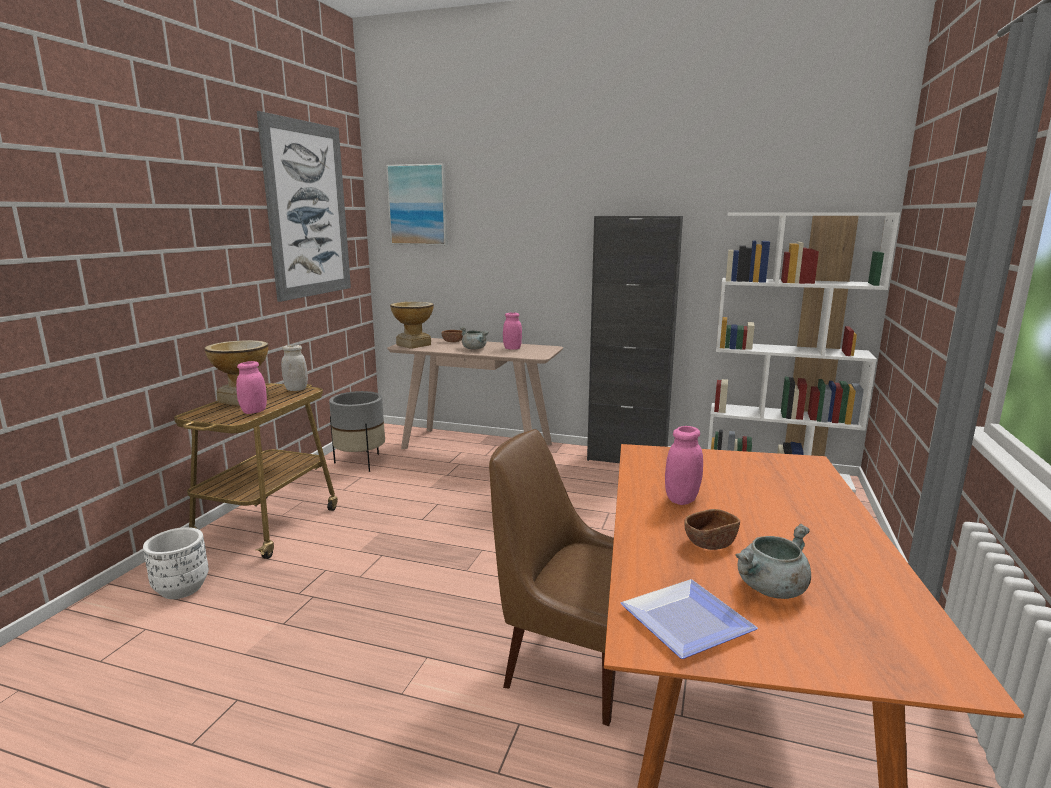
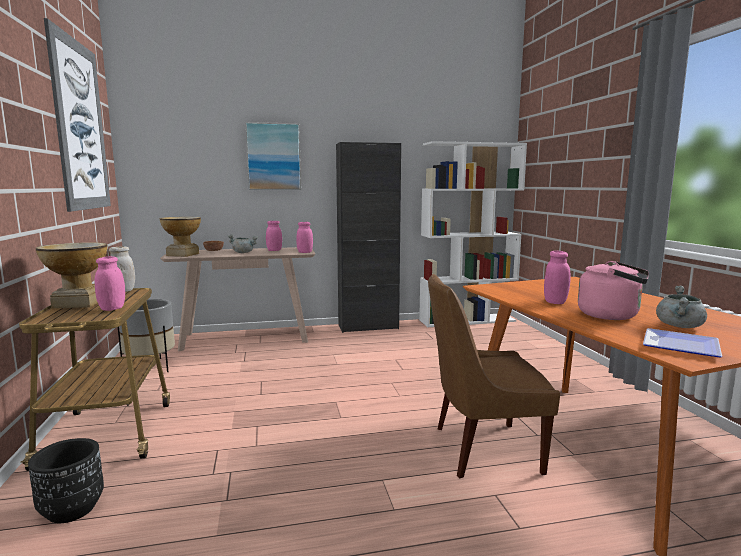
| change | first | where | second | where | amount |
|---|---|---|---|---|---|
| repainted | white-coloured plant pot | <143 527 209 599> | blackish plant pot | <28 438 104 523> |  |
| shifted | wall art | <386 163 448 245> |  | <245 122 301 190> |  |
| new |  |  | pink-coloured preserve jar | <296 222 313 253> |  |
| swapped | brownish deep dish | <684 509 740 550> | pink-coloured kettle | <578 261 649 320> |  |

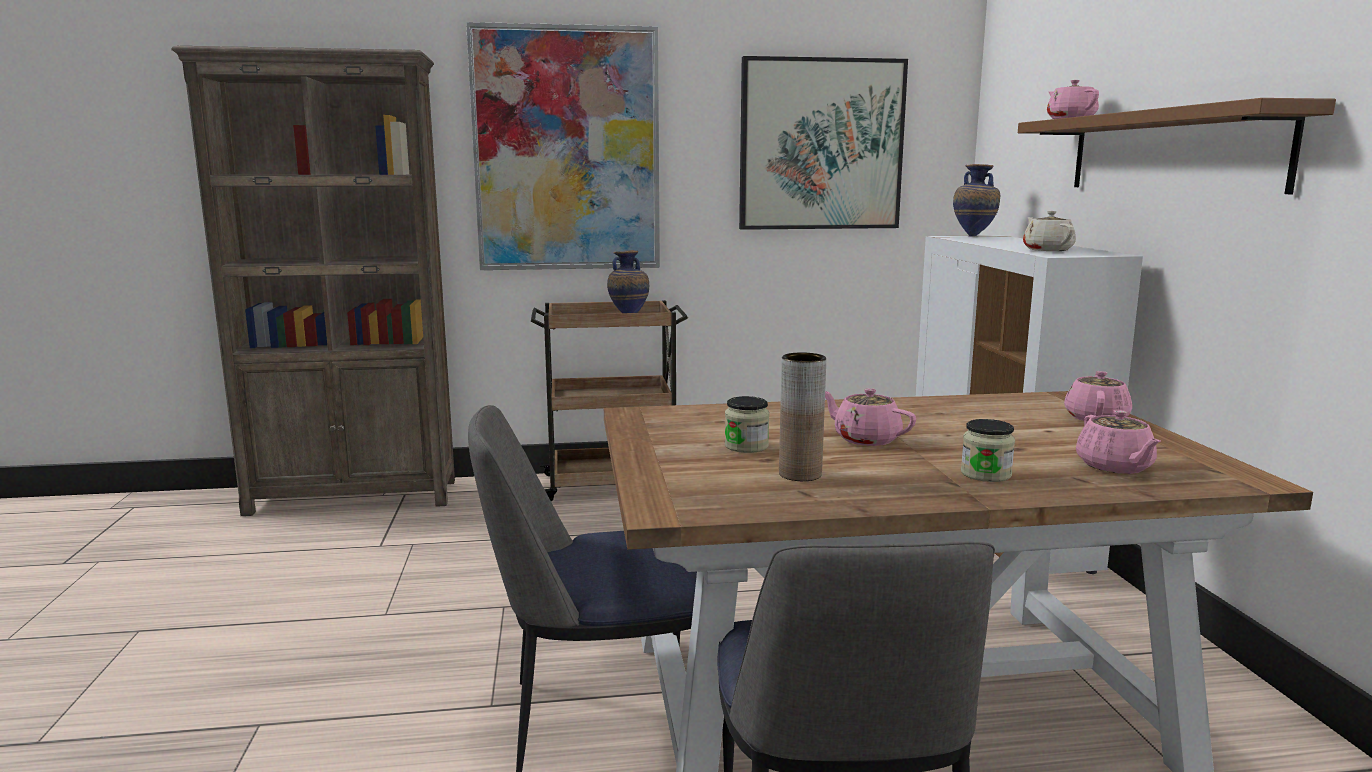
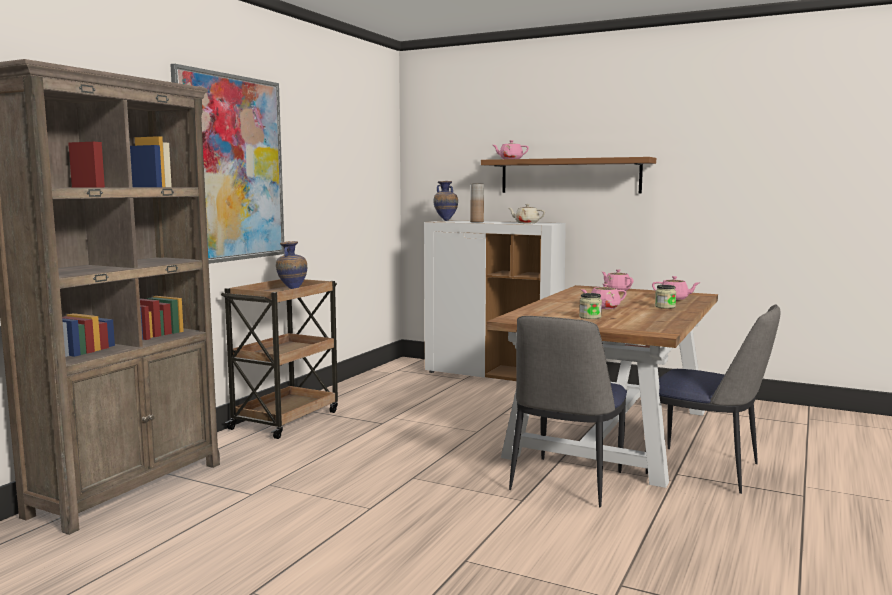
| change | first | where | second | where | amount |
|---|---|---|---|---|---|
| shifted | brownish flower vase | <779 352 826 481> |  | <470 184 484 222> |  |
| gone | wall art | <739 56 908 230> |  |  |  |

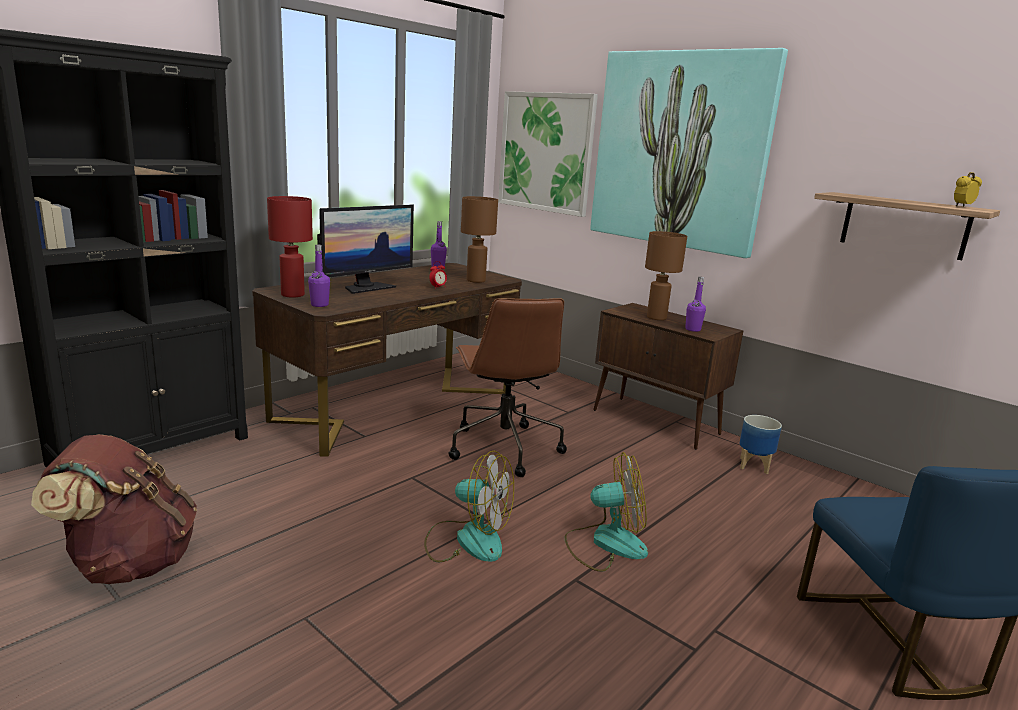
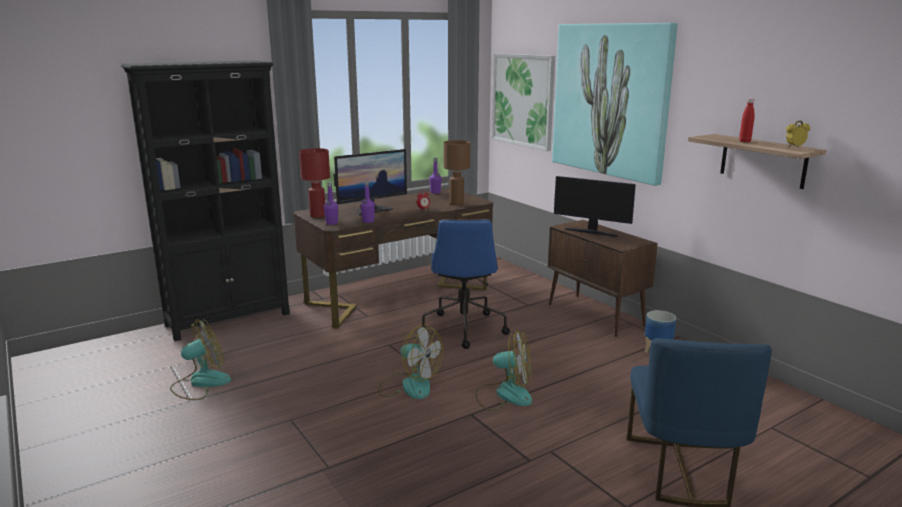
| change | first | where | second | where | amount |
|---|---|---|---|---|---|
| swapped | brownish knapsack | <31 434 197 584> | electric fan | <170 319 231 400> |  |
| shifted | purple drink bottle | <685 277 706 332> |  | <361 181 375 223> |  |
| repainted | brownish desk chair | <449 298 567 477> | bluish desk chair | <421 219 510 349> |  |
| swapped | brownish table lamp | <645 231 687 320> | computer screen | <554 176 636 237> |  |
| new |  |  | red-coloured drink bottle | <739 98 754 142> |  |

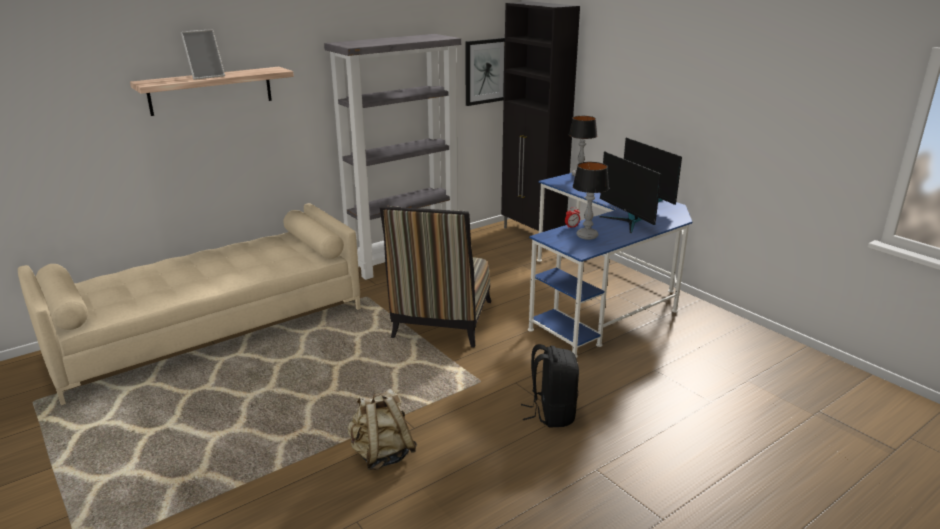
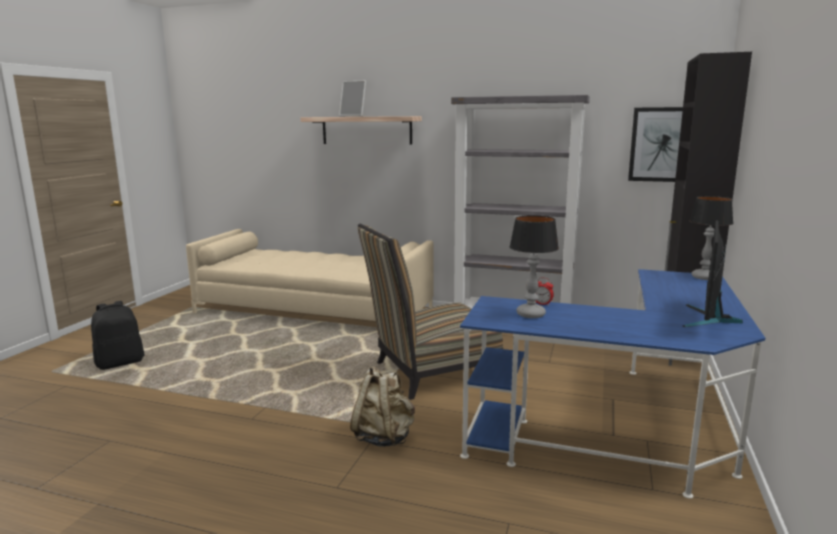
| change | first | where | second | where | amount |
|---|---|---|---|---|---|
| shifted | blackish knapsack | <521 344 579 428> |  | <91 301 145 370> |  |
| shifted | beige knapsack | <348 389 417 470> |  | <350 366 415 447> |  |
| gone | computer screen | <599 152 661 233> |  |  |  |

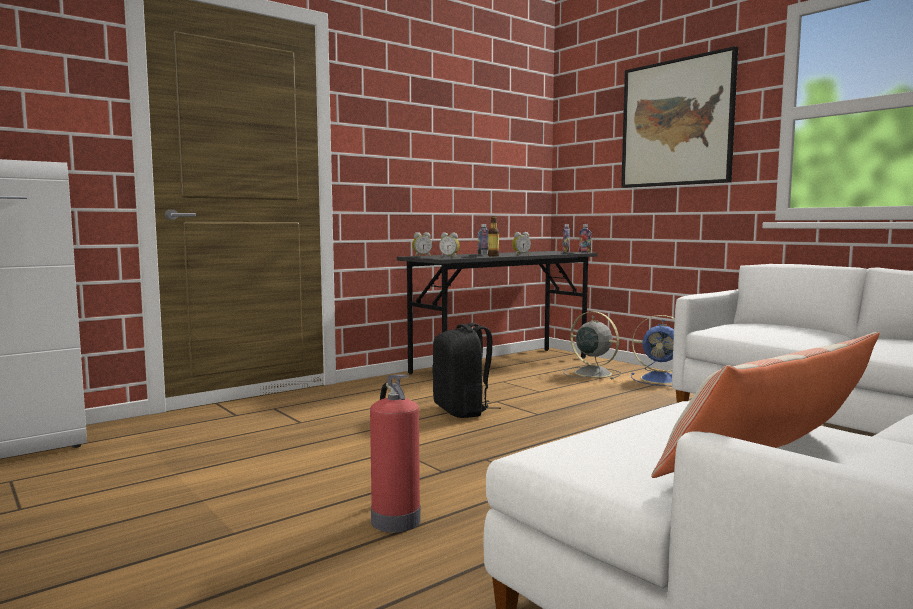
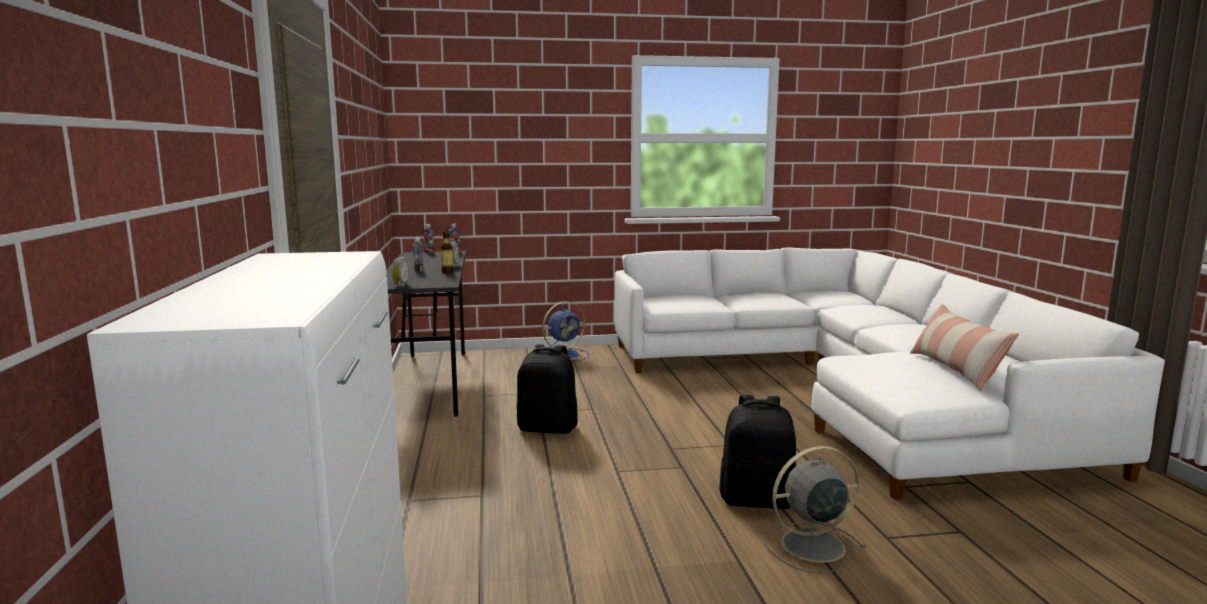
| change | first | where | second | where | amount |
|---|---|---|---|---|---|
| swapped | fire-fighting cylinder | <370 374 421 533> | blackish knapsack | <719 395 796 509> |  |
| shifted | gray electric fan | <564 311 621 380> |  | <765 446 865 573> |  |
| gone | bedside clock | <439 233 460 258> |  |  |  |
| gone | wall art | <621 46 738 188> |  |  |  |

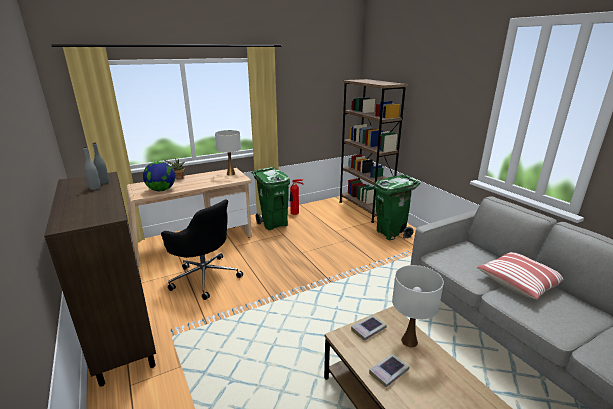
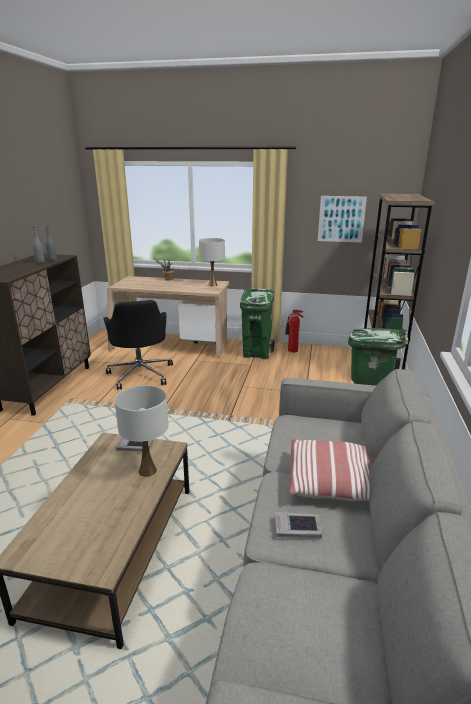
| change | first | where | second | where | amount |
|---|---|---|---|---|---|
| shifted | book | <369 354 409 387> |  | <275 512 322 539> |  |
| new |  |  | wall art | <318 196 367 243> |  |
| gone | globe | <143 161 175 191> |  |  |  |

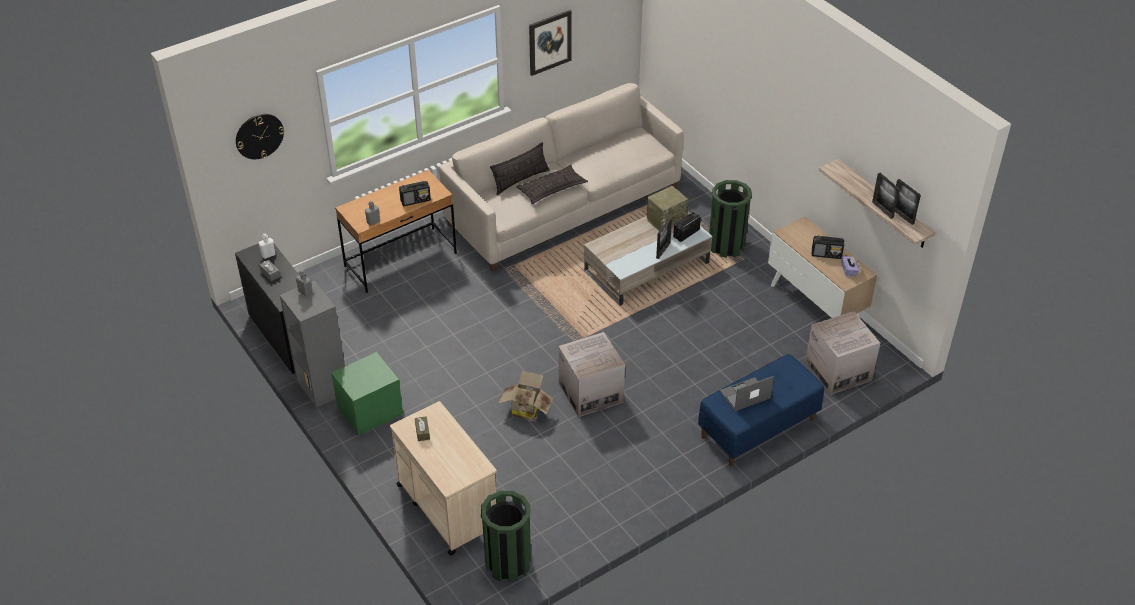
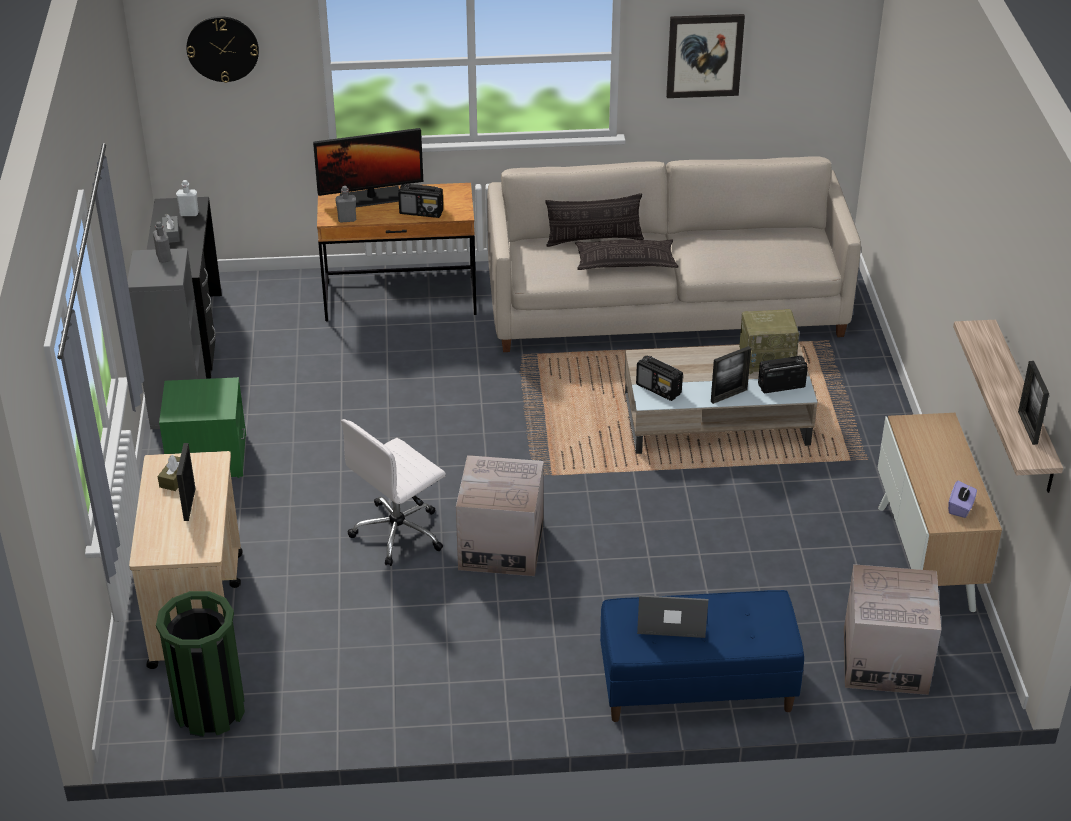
| change | first | where | second | where | amount |
|---|---|---|---|---|---|
| shifted | standing frame | <872 173 900 219> |  | <176 443 196 521> |  |
| new |  |  | computer screen | <313 128 423 207> |  |
| swapped | packing box | <498 371 553 421> | white-coloured desk chair | <341 419 446 566> |  |
| shifted | radio receiver | <812 235 844 259> |  | <636 356 683 401> |  |
| gone | green-coloured waste bin | <709 180 752 258> |  |  |  |

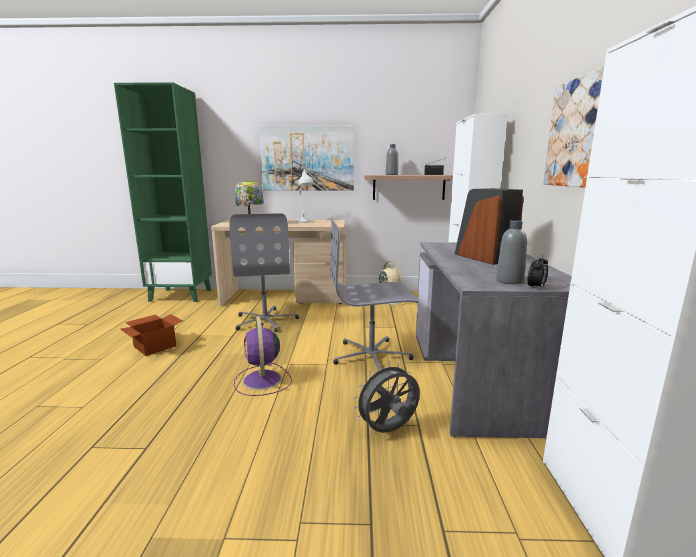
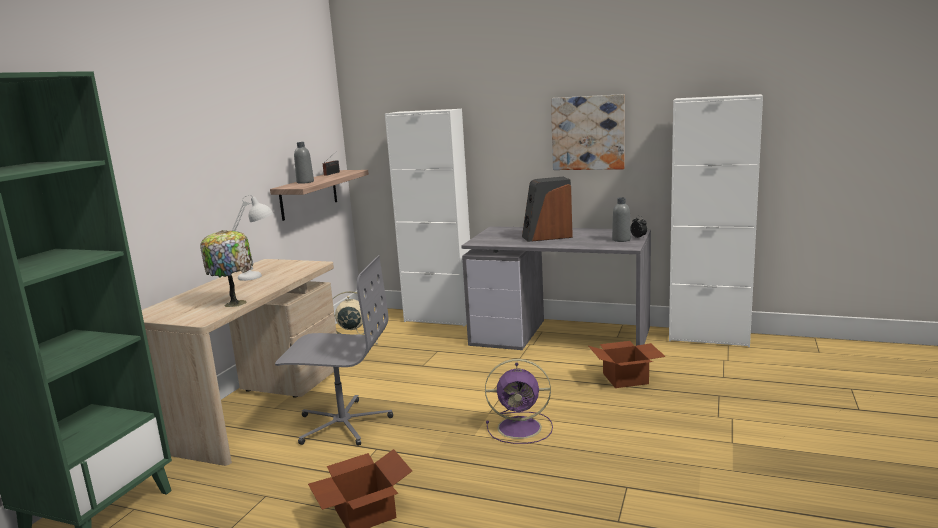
| change | first | where | second | where | amount |
|---|---|---|---|---|---|
| swapped | gray electric fan | <353 362 420 433> | packing box | <589 341 666 388> |  |
| gone | wall art | <259 125 354 191> |  |  |  |
| gone | gray desk chair | <330 218 419 371> |  |  |  |

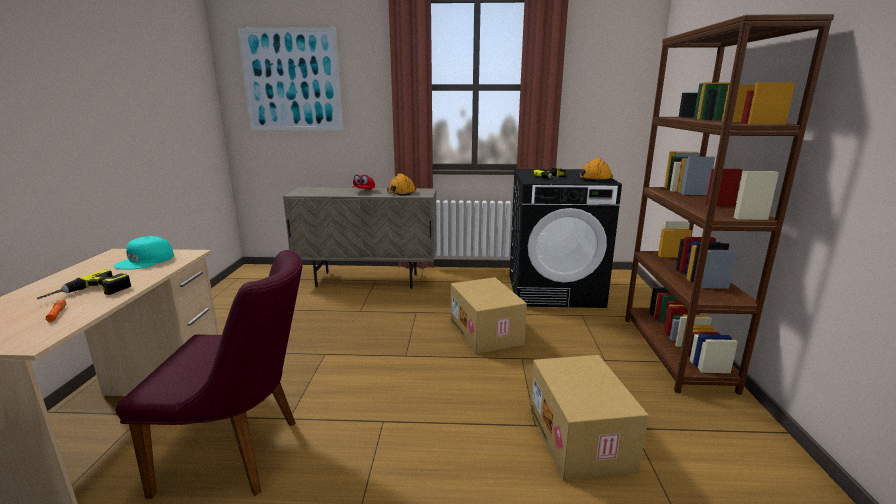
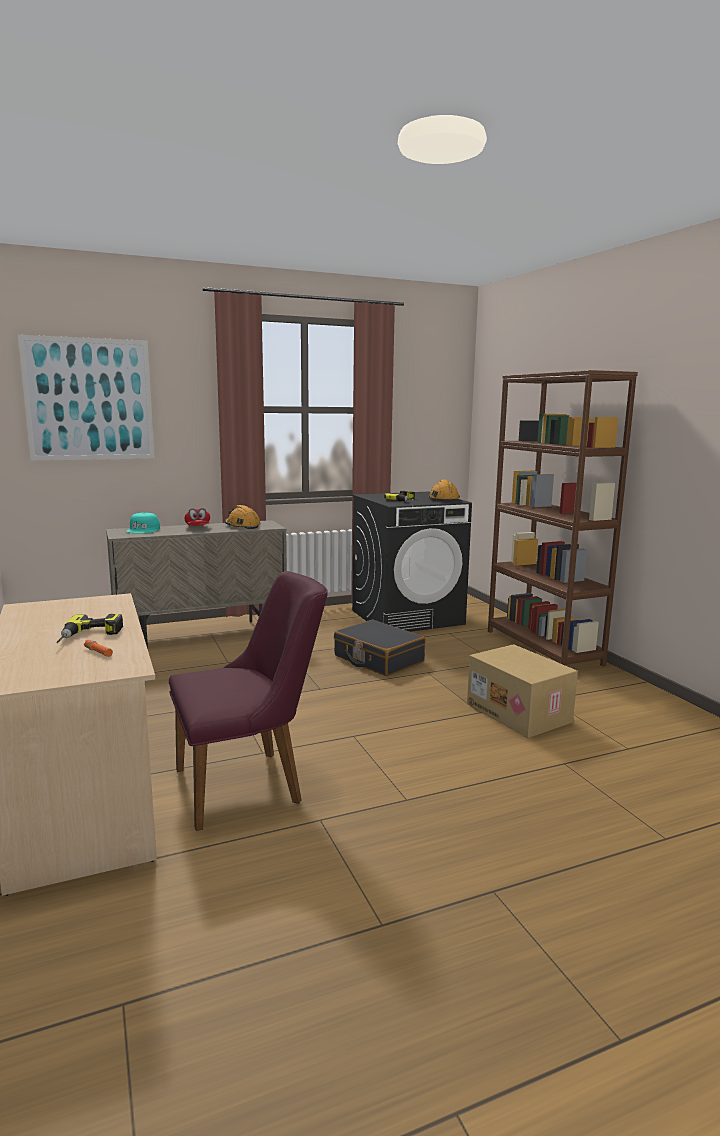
| change | first | where | second | where | amount |
|---|---|---|---|---|---|
| shifted | blue-green peaked cap | <114 236 174 270> |  | <126 512 160 533> |  |
| swapped | packing box | <451 277 527 354> | blackish travel case | <334 620 426 676> |  |

